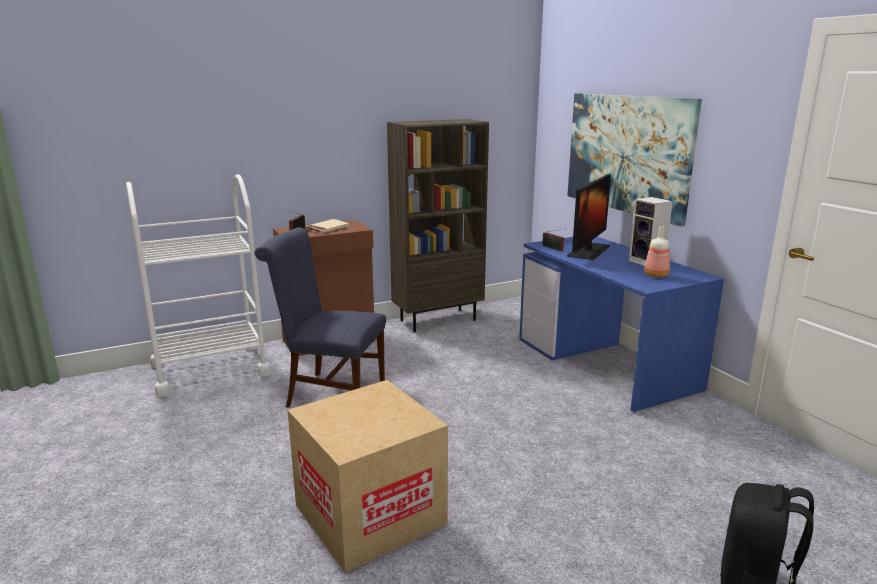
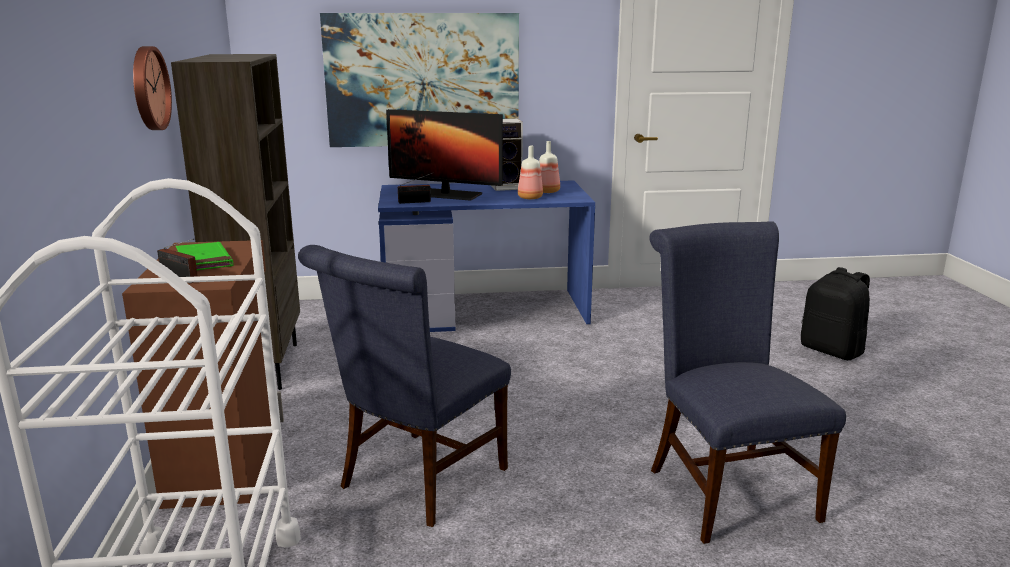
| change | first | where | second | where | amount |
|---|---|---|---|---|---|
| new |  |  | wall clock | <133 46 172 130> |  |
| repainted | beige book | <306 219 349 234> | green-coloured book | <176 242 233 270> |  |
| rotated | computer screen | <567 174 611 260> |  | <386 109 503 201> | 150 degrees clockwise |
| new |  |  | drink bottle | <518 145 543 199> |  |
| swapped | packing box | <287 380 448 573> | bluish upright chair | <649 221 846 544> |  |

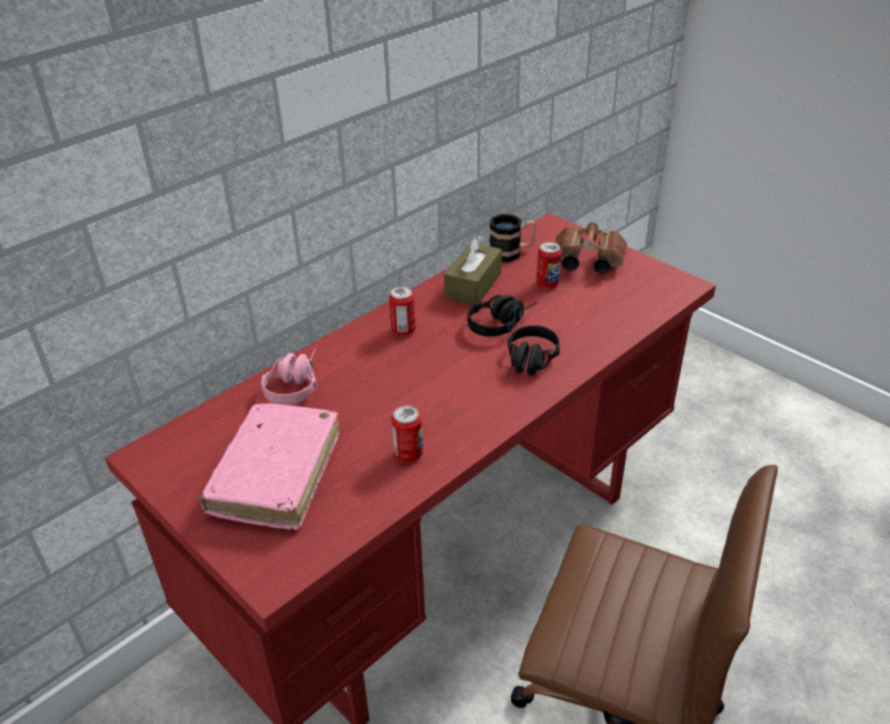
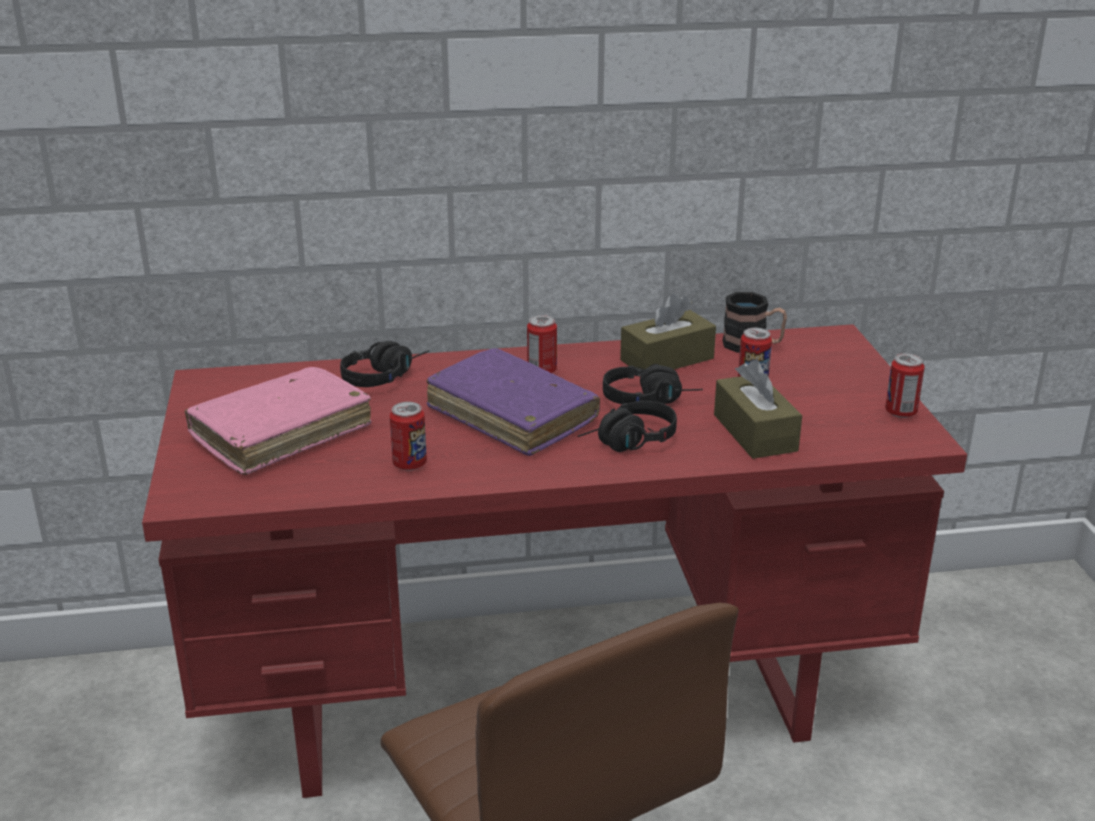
| change | first | where | second | where | amount |
|---|---|---|---|---|---|
| repainted | pink-coloured headset | <261 349 317 405> | blackish headset | <340 341 429 387> |  |
| new |  |  | purple book | <426 348 600 456> |  |
| new |  |  | brownish tissue holder | <714 360 802 459> |  |
| new |  |  | sealed can | <885 353 925 418> |  |
| gone | brownish field glasses | <555 222 627 274> |  |  |  |

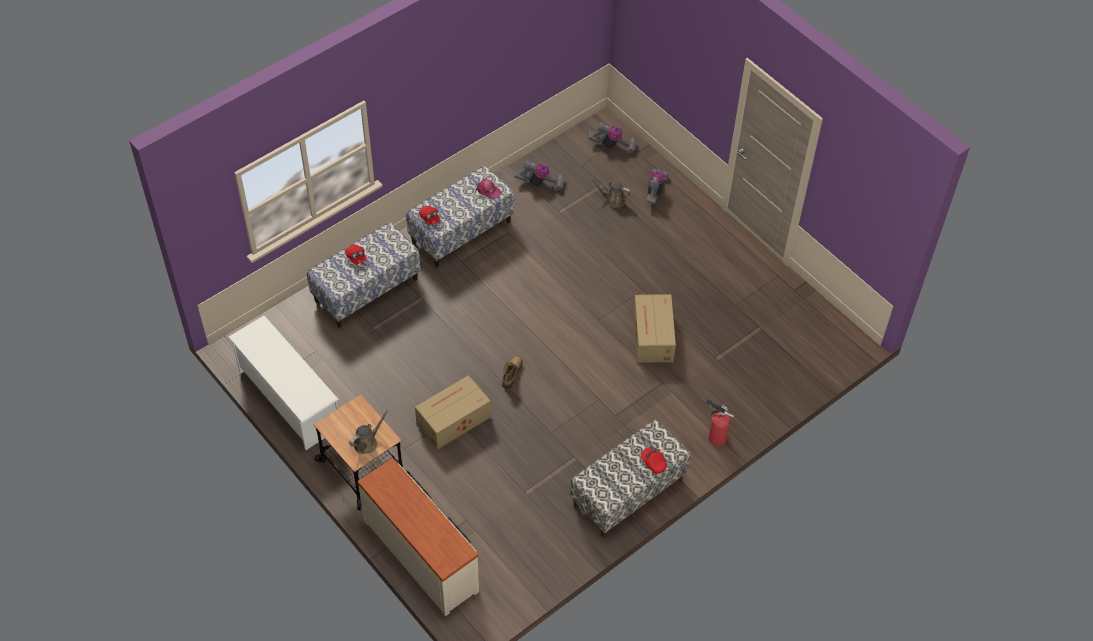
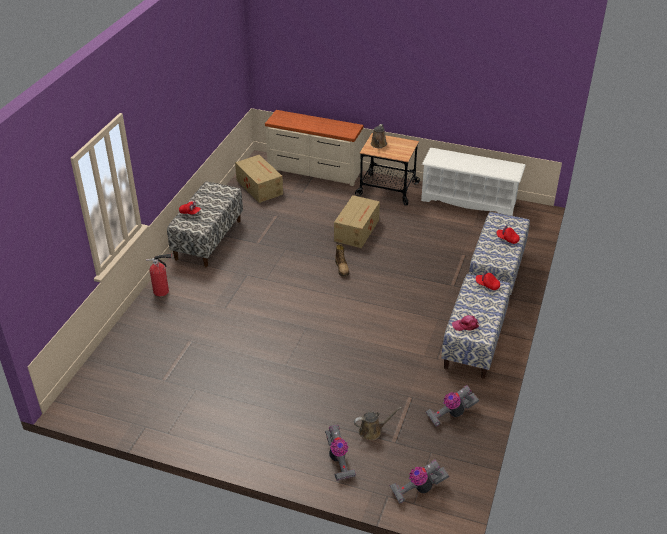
| change | first | where | second | where | amount |
|---|---|---|---|---|---|
| shifted | packing box | <633 294 676 363> |  | <235 155 283 203> |  |

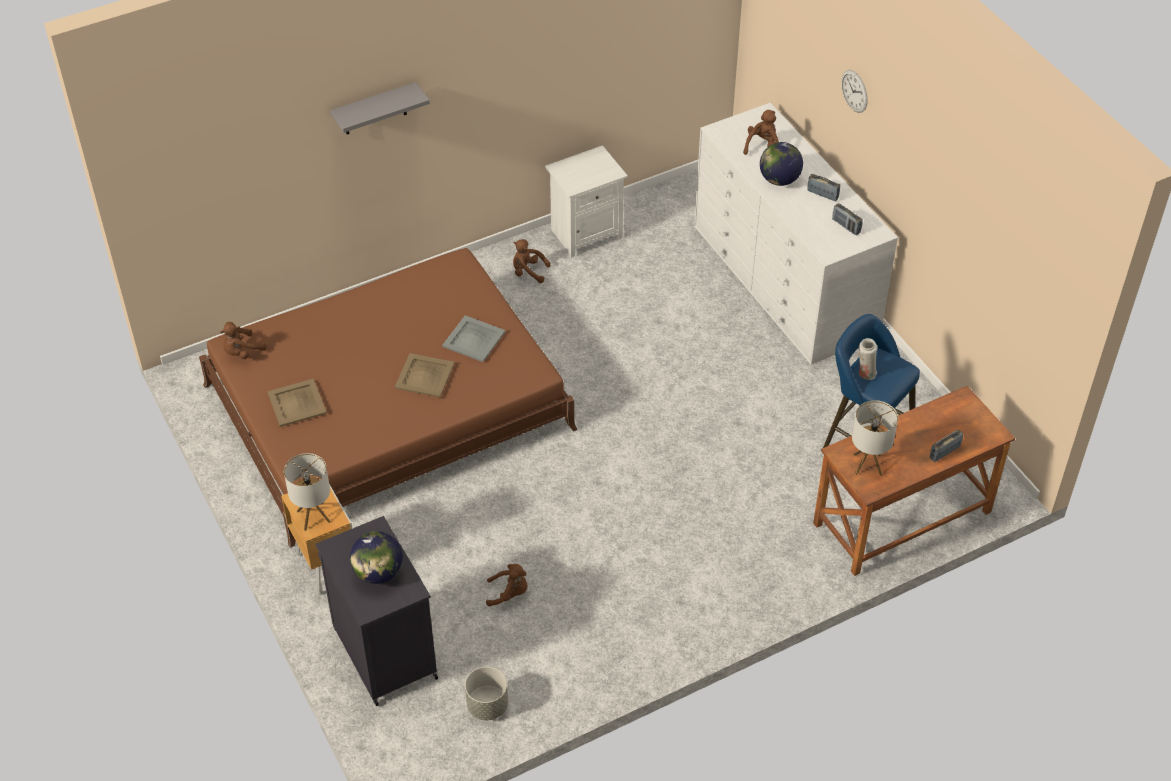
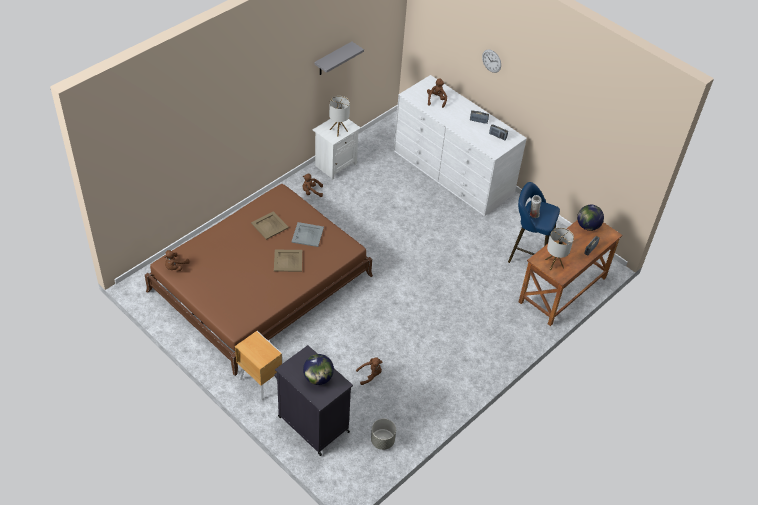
| change | first | where | second | where | amount |
|---|---|---|---|---|---|
| shifted | beige tray | <267 379 327 427> |  | <251 211 289 240> |  |
| shifted | gray shelf | <330 82 430 134> |  | <314 42 364 75> |  |
| shifted | table lamp | <284 453 331 531> |  | <329 96 350 136> |  |
| shifted | globe | <760 142 803 186> |  | <577 205 604 231> |  |

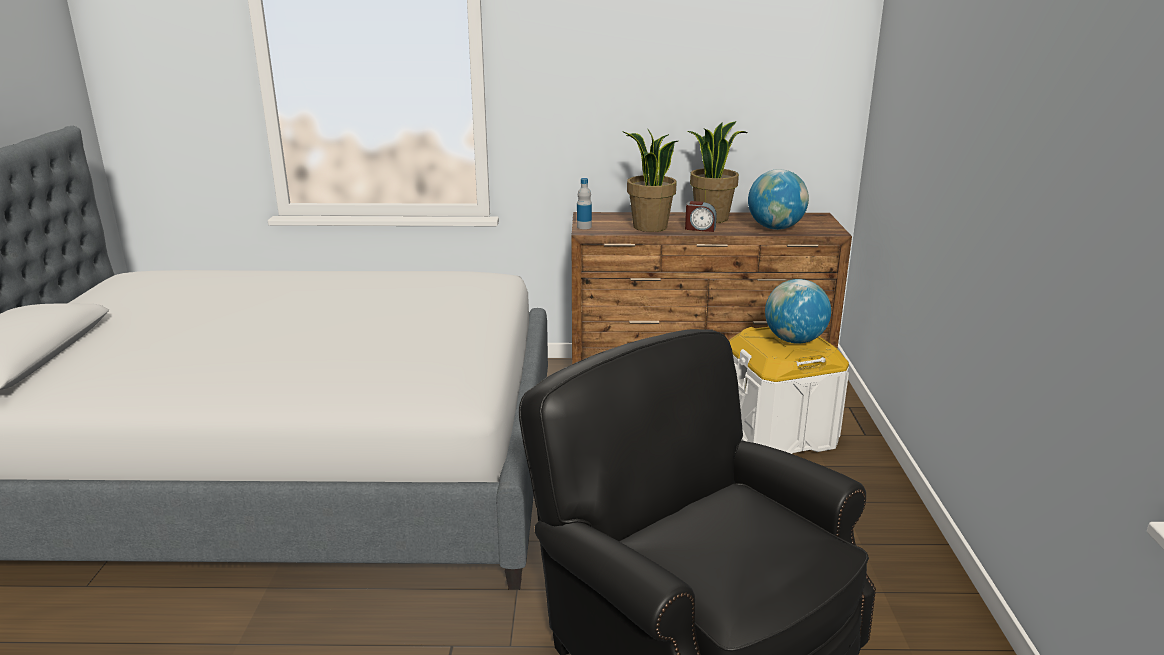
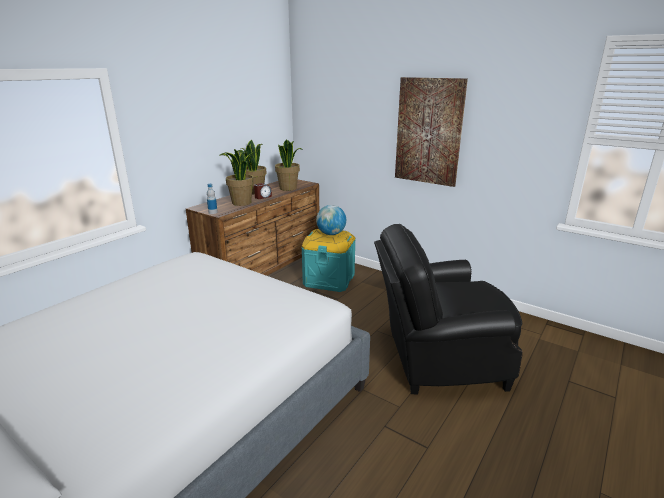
| change | first | where | second | where | amount |
|---|---|---|---|---|---|
| swapped | globe | <748 169 809 230> | houseplant | <275 140 303 191> |  |
| repainted | white-coloured storage container | <729 327 849 454> | blue-green storage container | <301 229 356 292> |  |
| new |  |  | wall art | <395 77 468 187> |  |

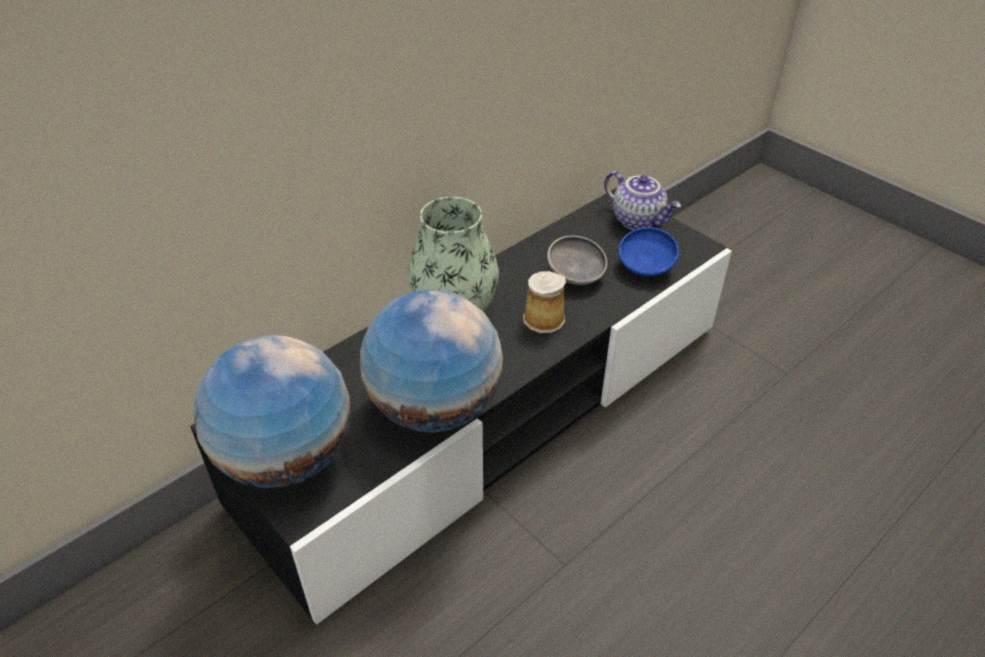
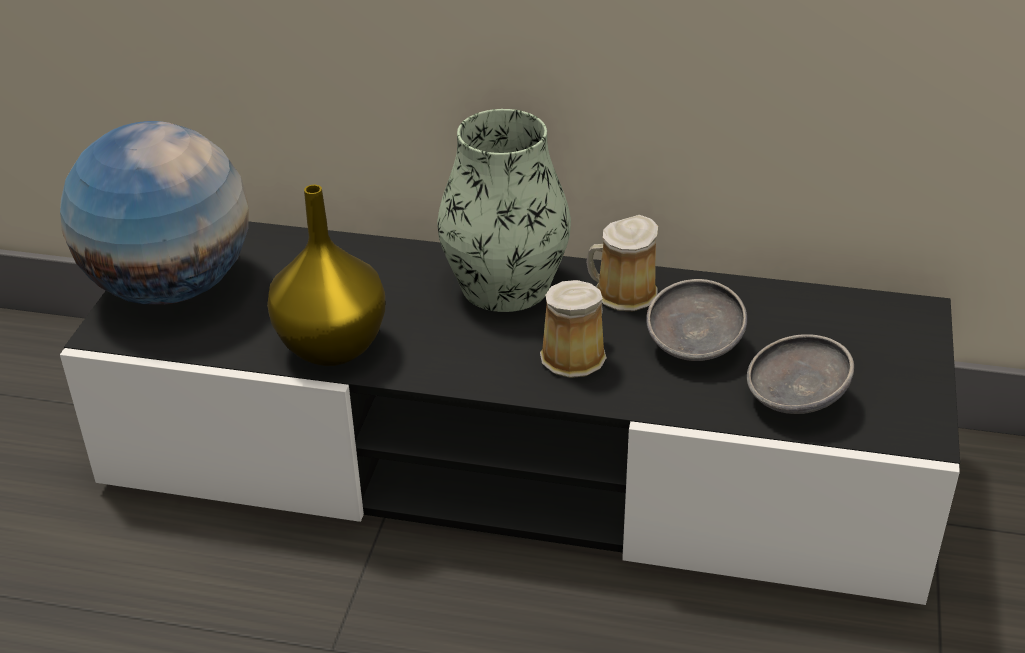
| change | first | where | second | where | amount |
|---|---|---|---|---|---|
| swapped | globe | <360 290 503 433> | yellow flower vase | <267 185 386 366> |  |
| new |  |  | coffee mug | <586 215 658 311> |  |
| repainted | bluish deep dish | <618 227 679 276> | gray deep dish | <747 334 854 414> |  |
| gone | teapot | <604 171 681 230> |  |  |  |

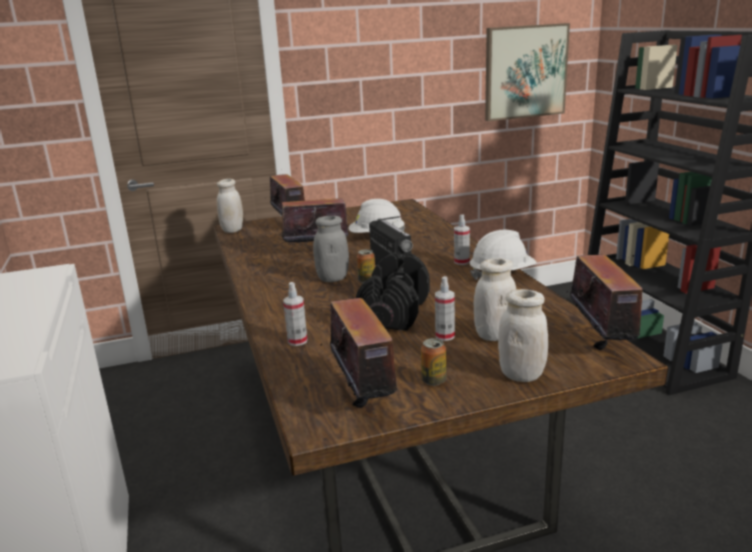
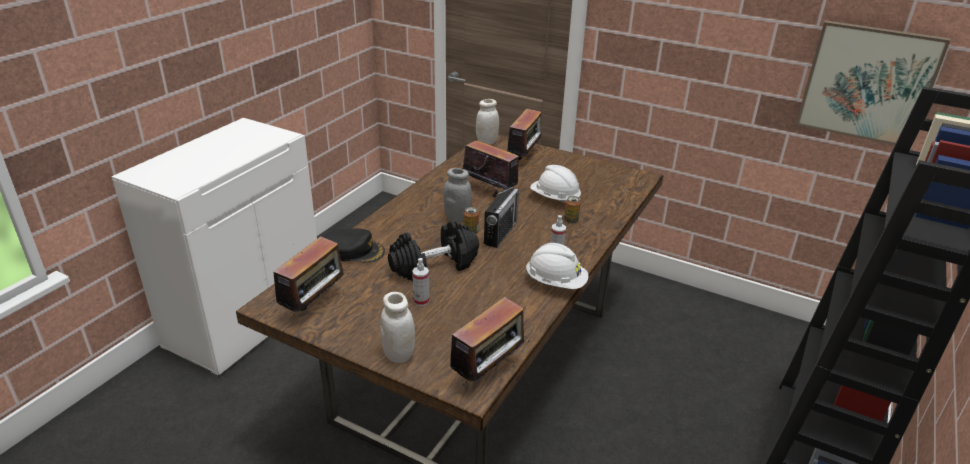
| change | first | where | second | where | amount |
|---|---|---|---|---|---|
| swapped | sprayer | <283 282 307 346> | blackish peaked cap | <325 228 385 263> |  |
| shifted | sealed can | <421 338 446 386> |  | <564 196 581 223> |  |
| gone | white-coloured preserve jar | <474 258 516 341> |  |  |  |

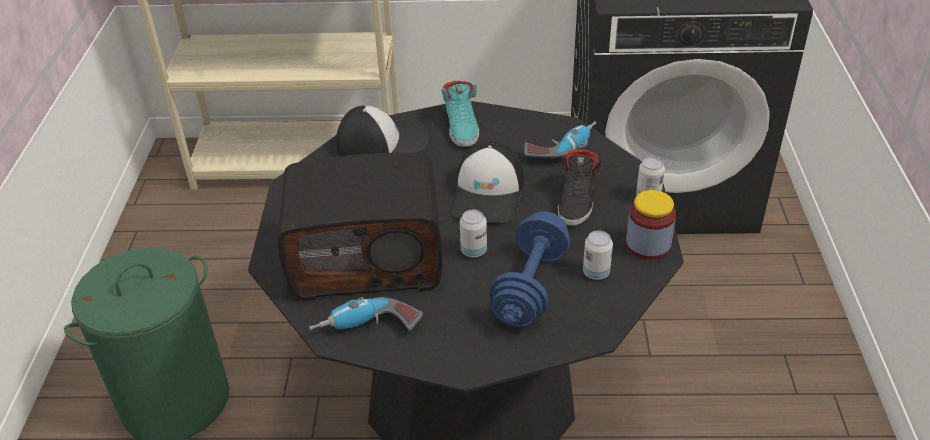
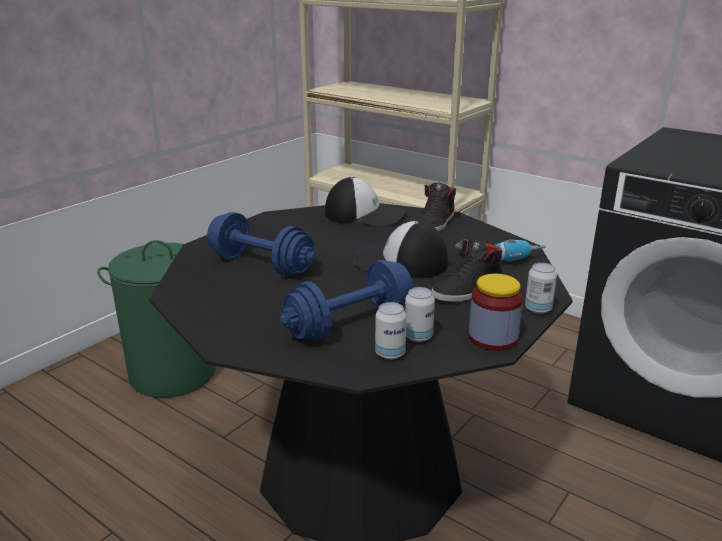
| change | first | where | second | where | amount |
|---|---|---|---|---|---|
| swapped | radio receiver | <278 153 443 300> | bluish free weight | <207 212 315 276> |  |
| rotated | peaked cap | <450 142 524 223> |  | <353 221 448 278> | 60 degrees clockwise |
| shifted | sealed can | <460 210 487 257> |  | <375 302 407 360> |  |
| repainted | blue-green low shoe | <441 81 479 147> | blackish low shoe | <416 183 456 232> |  |
| gone | power drill | <309 297 423 331> |  |  |  |

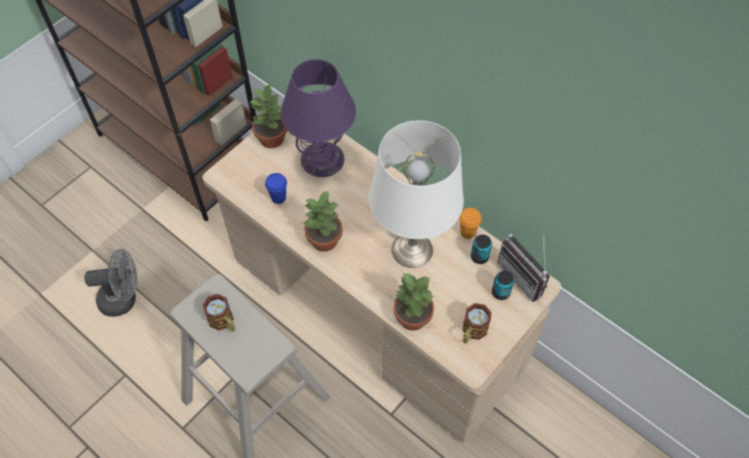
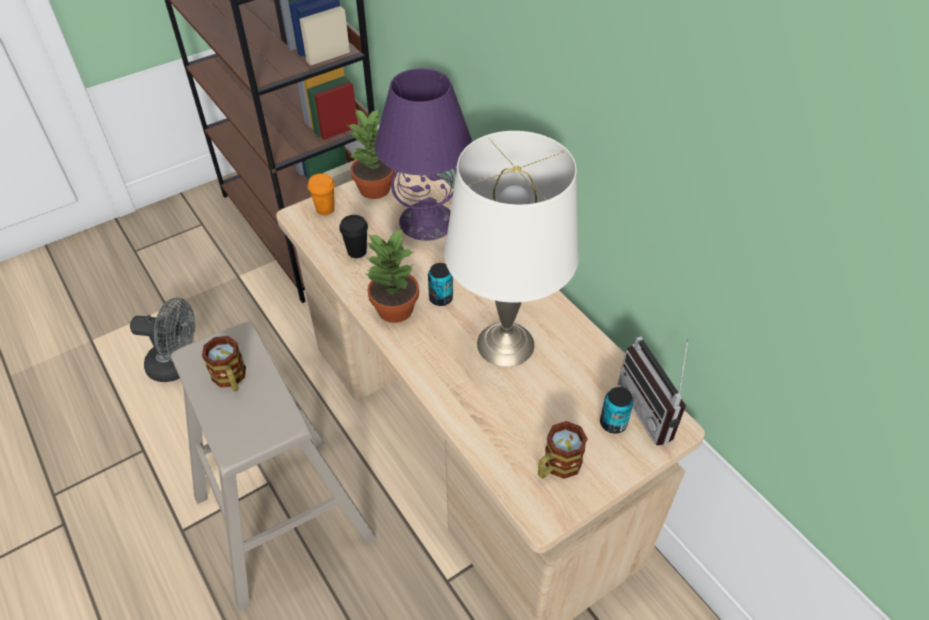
| change | first | where | second | where | amount |
|---|---|---|---|---|---|
| shifted | orange-coloured small cup | <459 208 482 239> |  | <308 173 335 215> |  |
| repainted | bluish small cup | <265 173 287 204> | blackish small cup | <339 215 368 258> |  |
| shifted | sealed can | <471 235 492 264> |  | <428 263 453 306> |  |
| gone | houseplant | <393 273 434 331> |  |  |  |

